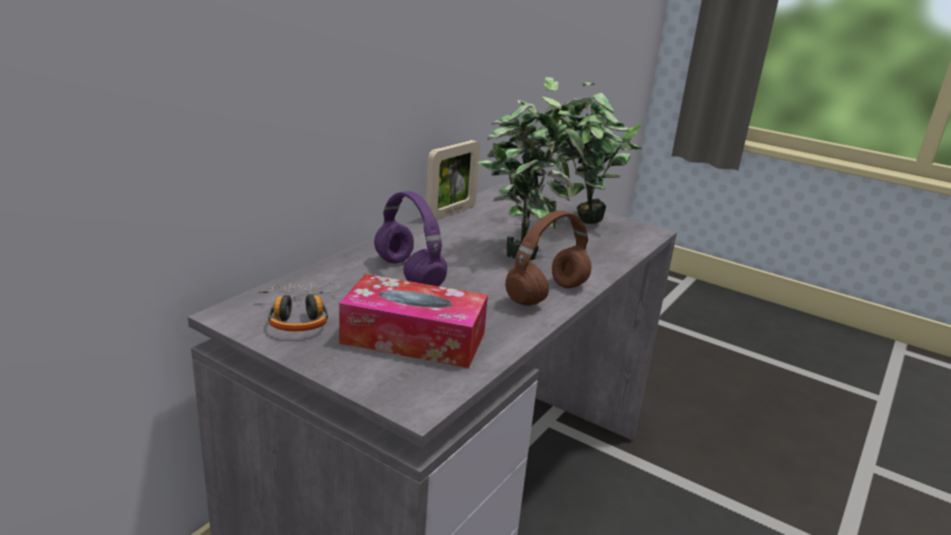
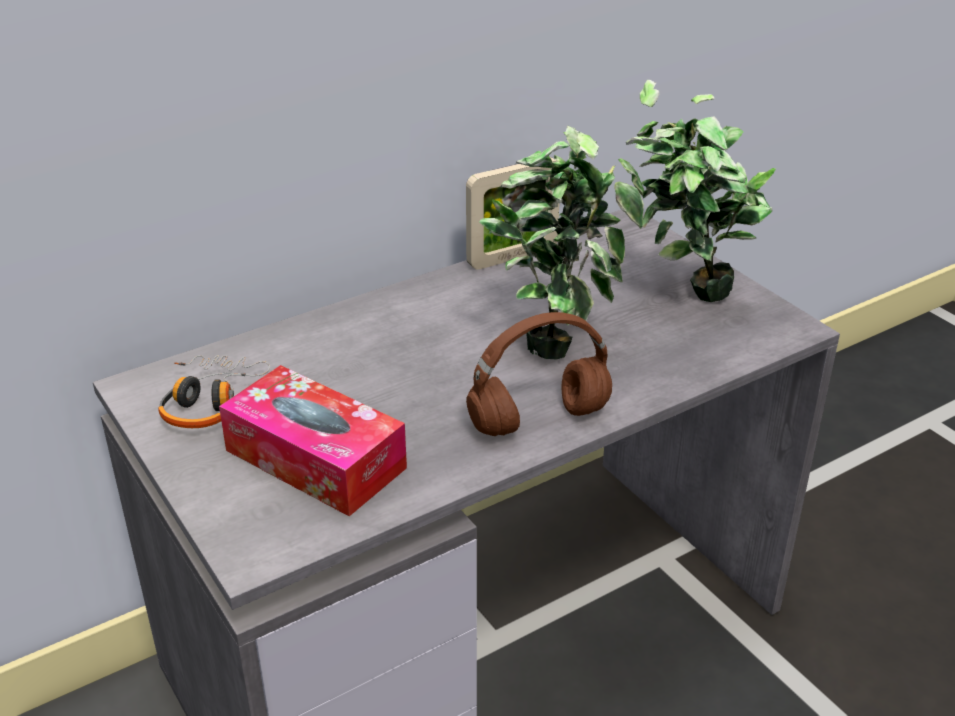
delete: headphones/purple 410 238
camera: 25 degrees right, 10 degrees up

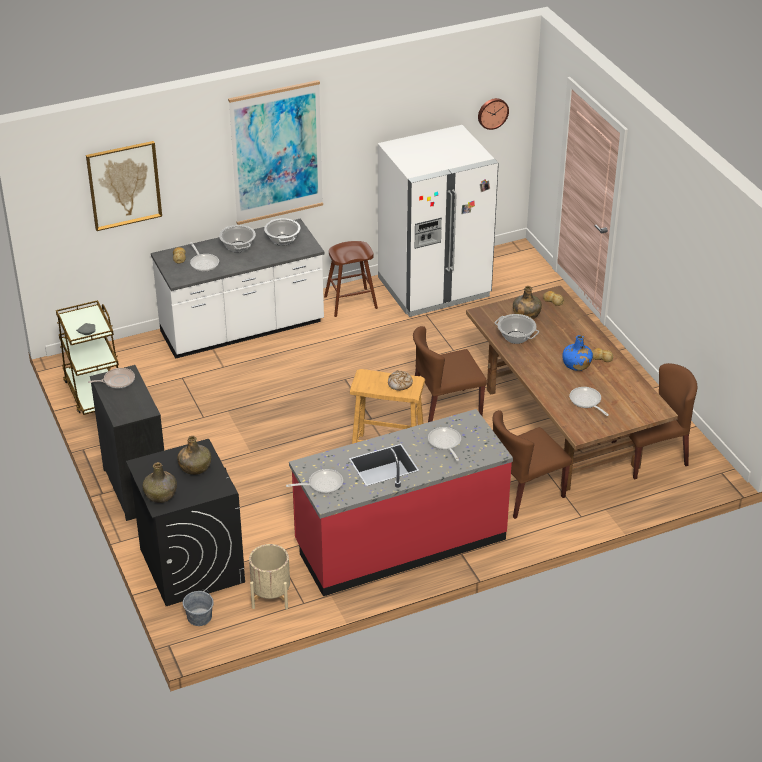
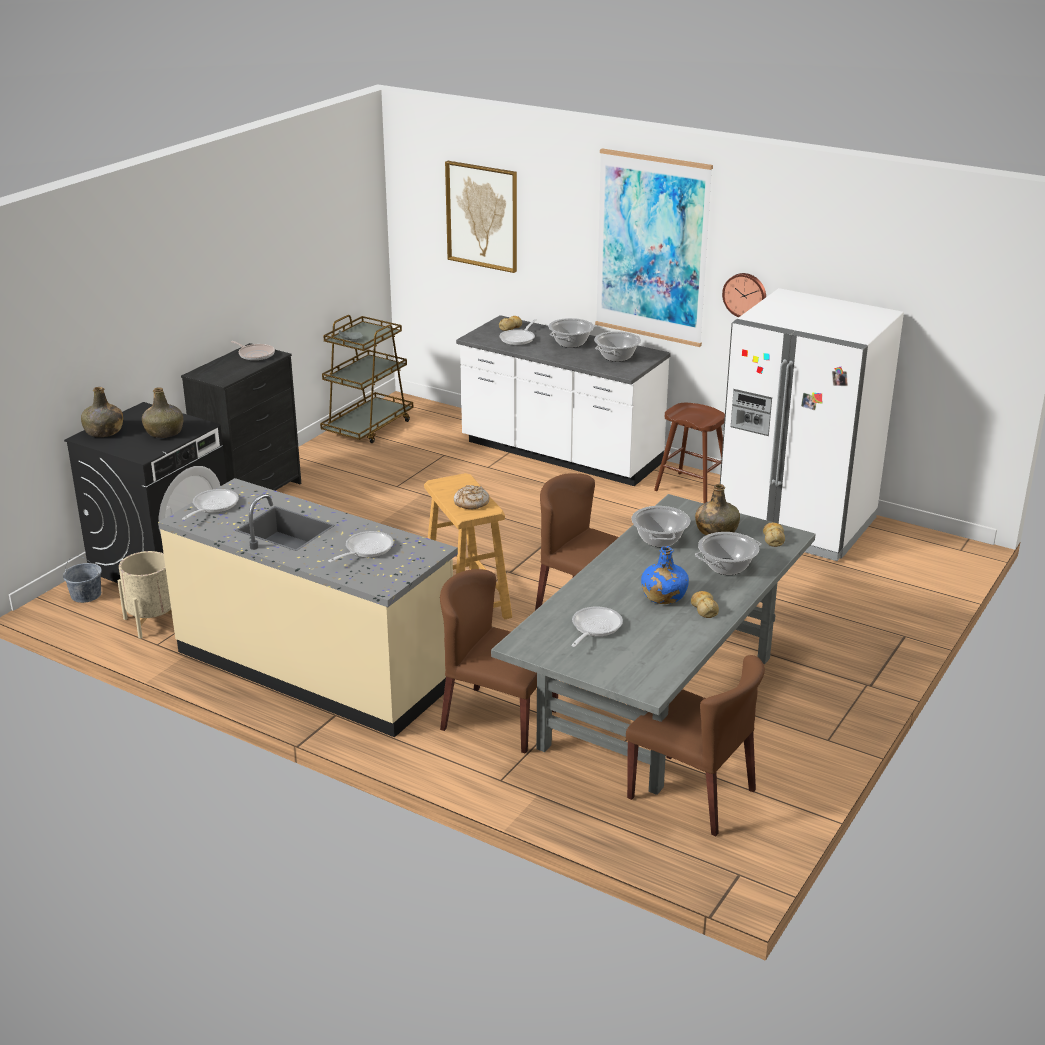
insert: cooking pot 728 553
move: wall clock 493 114 to 744 295
recolor: counter/red 401 502 to counter/beige 308 607; dining table/brown 572 388 to dining table/grey 653 644
rotate: frying pan 314 481 = 210 504 105 degrees counterclockwise
camera: 55 degrees right, 10 degrees down

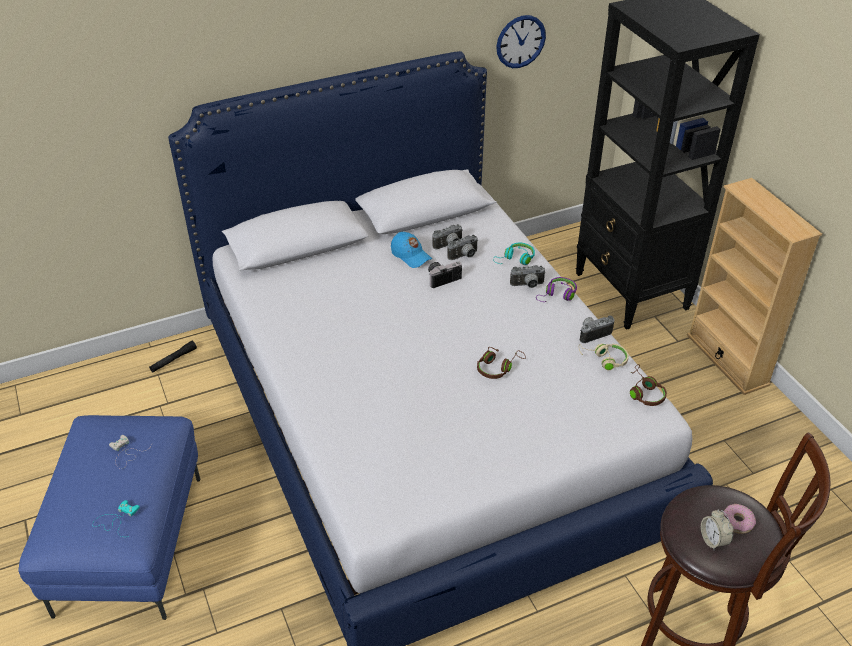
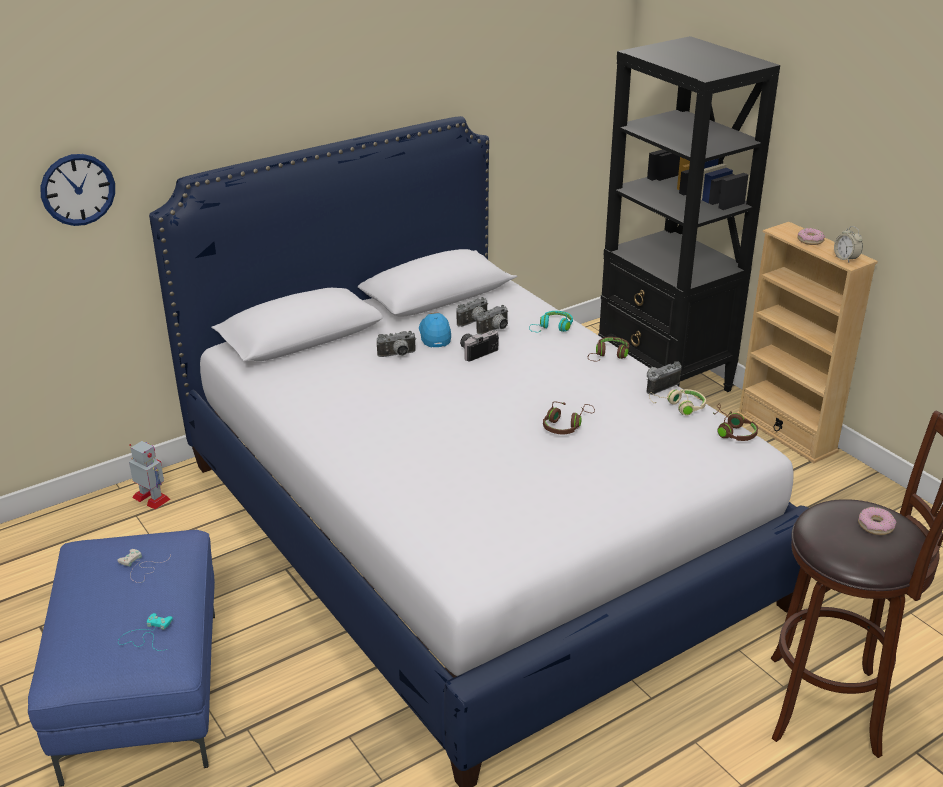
insert: donut 811 236
move: wall clock 521 41 to 77 190; photo camera 528 276 to 396 344; alarm clock 717 530 to 848 244
replace: flashlight/black 173 356 to toy robot 150 475
recolor: headphones/purple 556 289 to headphones/brown 608 349
rotate: cap/blue 411 250 = 435 330 135 degrees counterclockwise
camera: 10 degrees left, 10 degrees down

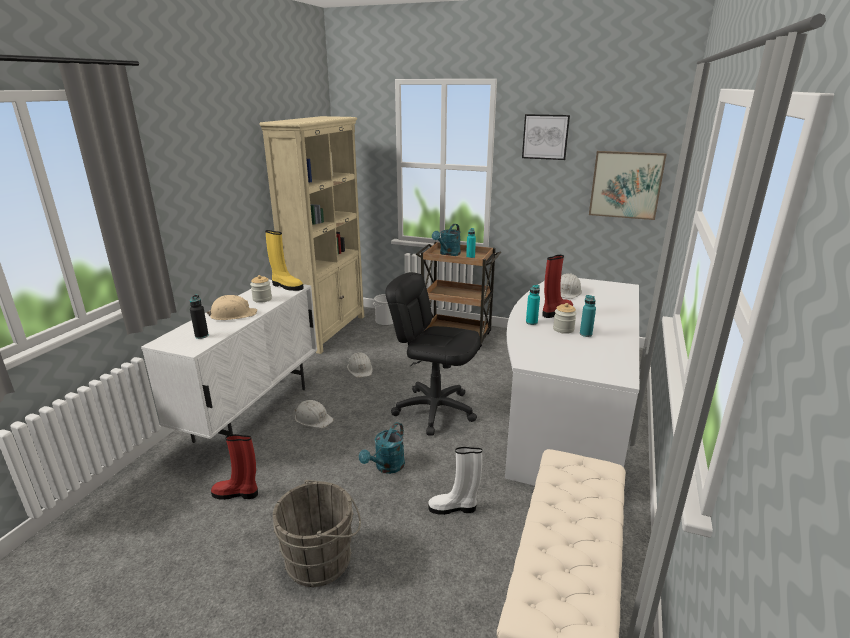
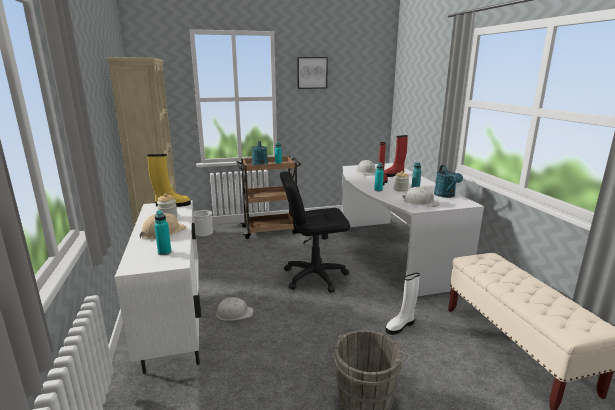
delete: picture 628 185
move: boot/red 234 467 to 396 156; hard hat/white 360 365 to 421 197; watering can/turquoise 382 448 to 448 181
recolor: bottle/black 199 317 to bottle/turquoise 163 233
camera: 35 degrees left, 5 degrees down

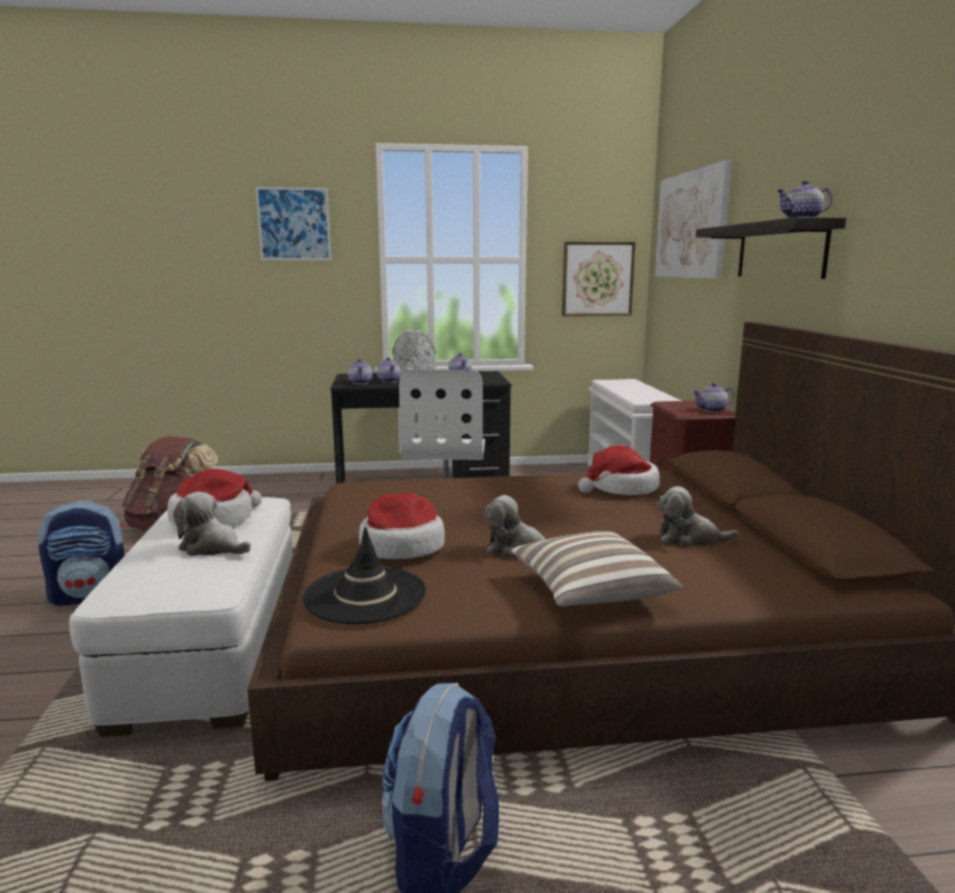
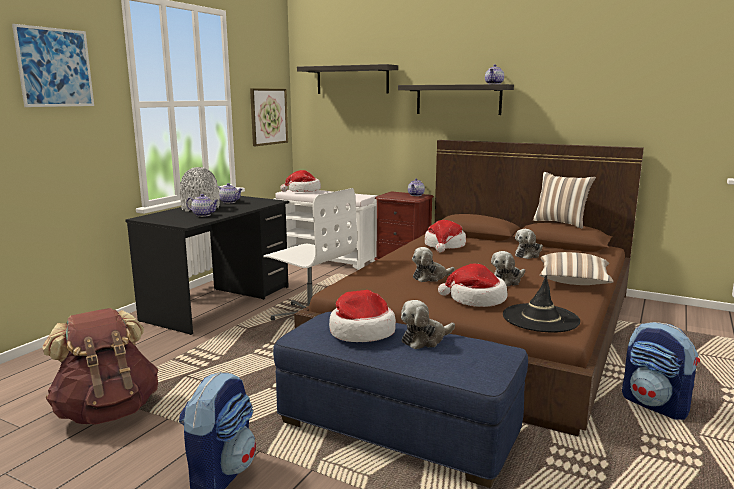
delete: teapot 360 371
insert: hat 300 181; plush toy 433 264; pillow 564 200
replace: picture 693 219 to shelf 347 79
recolor: ottoman/white 181 617 to ottoman/blue 400 400
camera: 55 degrees left, 0 degrees up

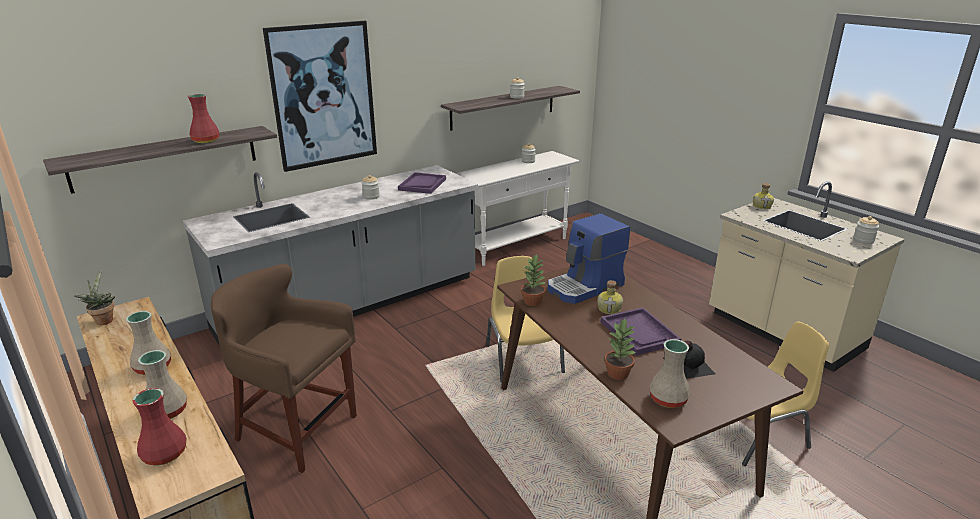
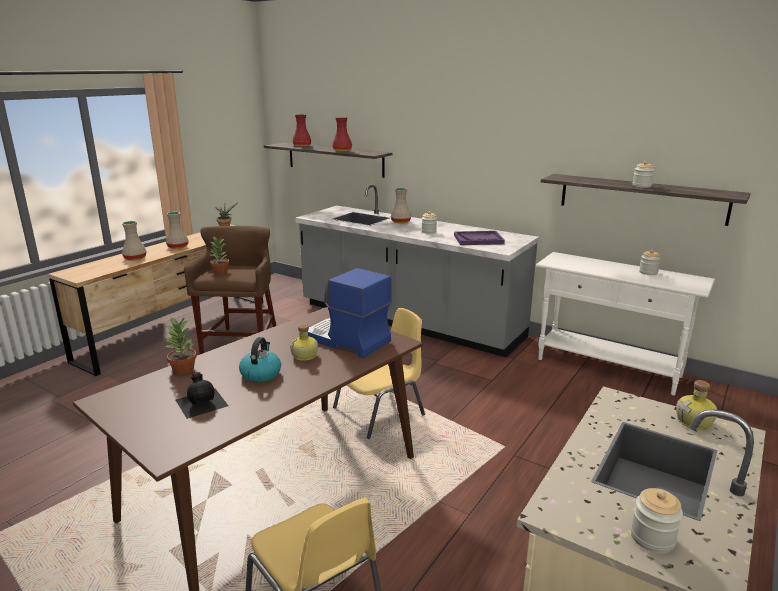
delete: picture 320 96
move: potted plant 533 279 to 219 255; vase/red 159 427 to 302 130; vase/beige 669 373 to 401 206
replace: tray/purple 641 331 to kettle 260 359
camera: 70 degrees right, 5 degrees down

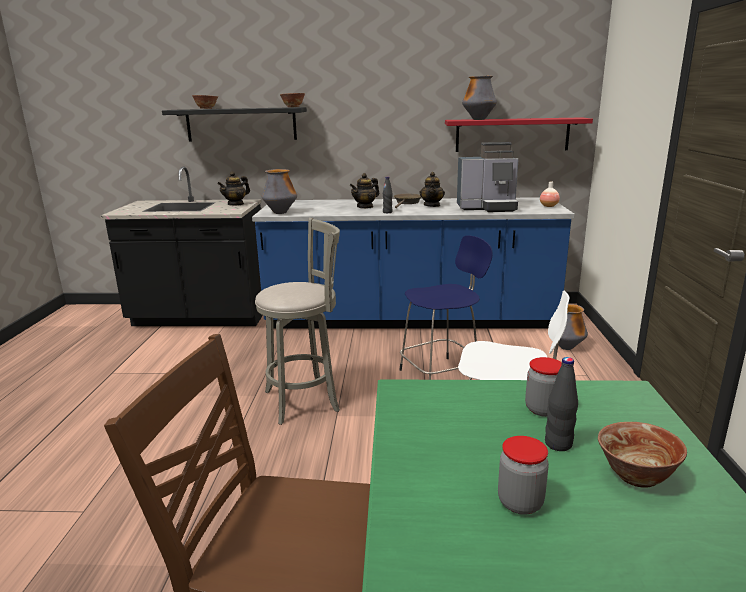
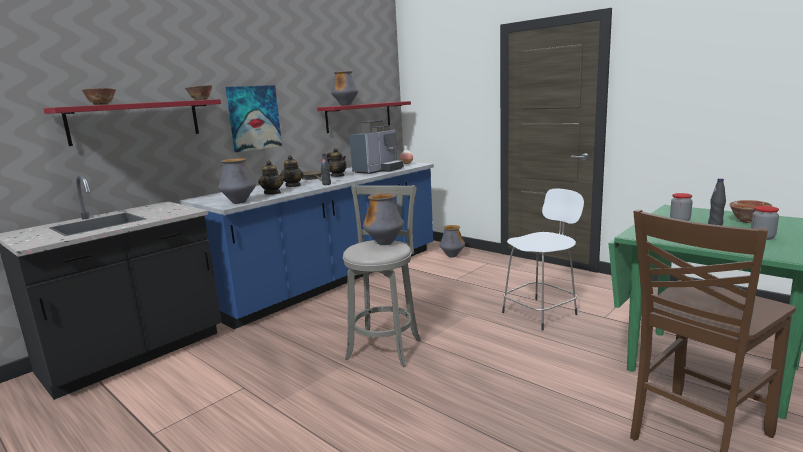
delete: stool/blue 446 307
insert: picture 254 118; vase 383 219
move: teapot 233 189 to 271 177
recolor: shelf/black 234 124 to shelf/red 132 122
camera: 50 degrees left, 5 degrees down

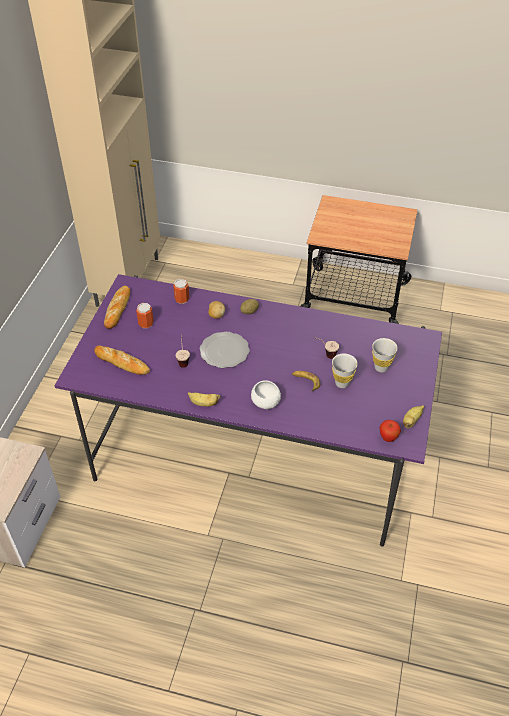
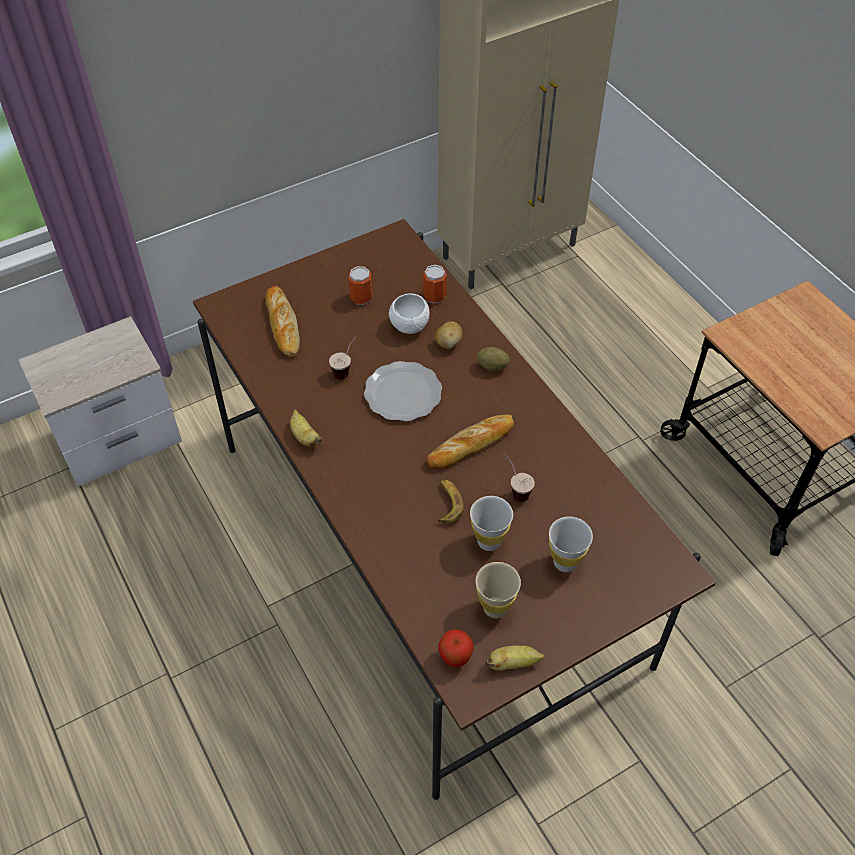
insert: cup/beige 498 590
move: bowl/white 266 394 to 409 313; bread 117 307 to 470 442
recolor: dining table/purple 248 410 to dining table/brown 454 509
camera: 45 degrees right, 5 degrees up

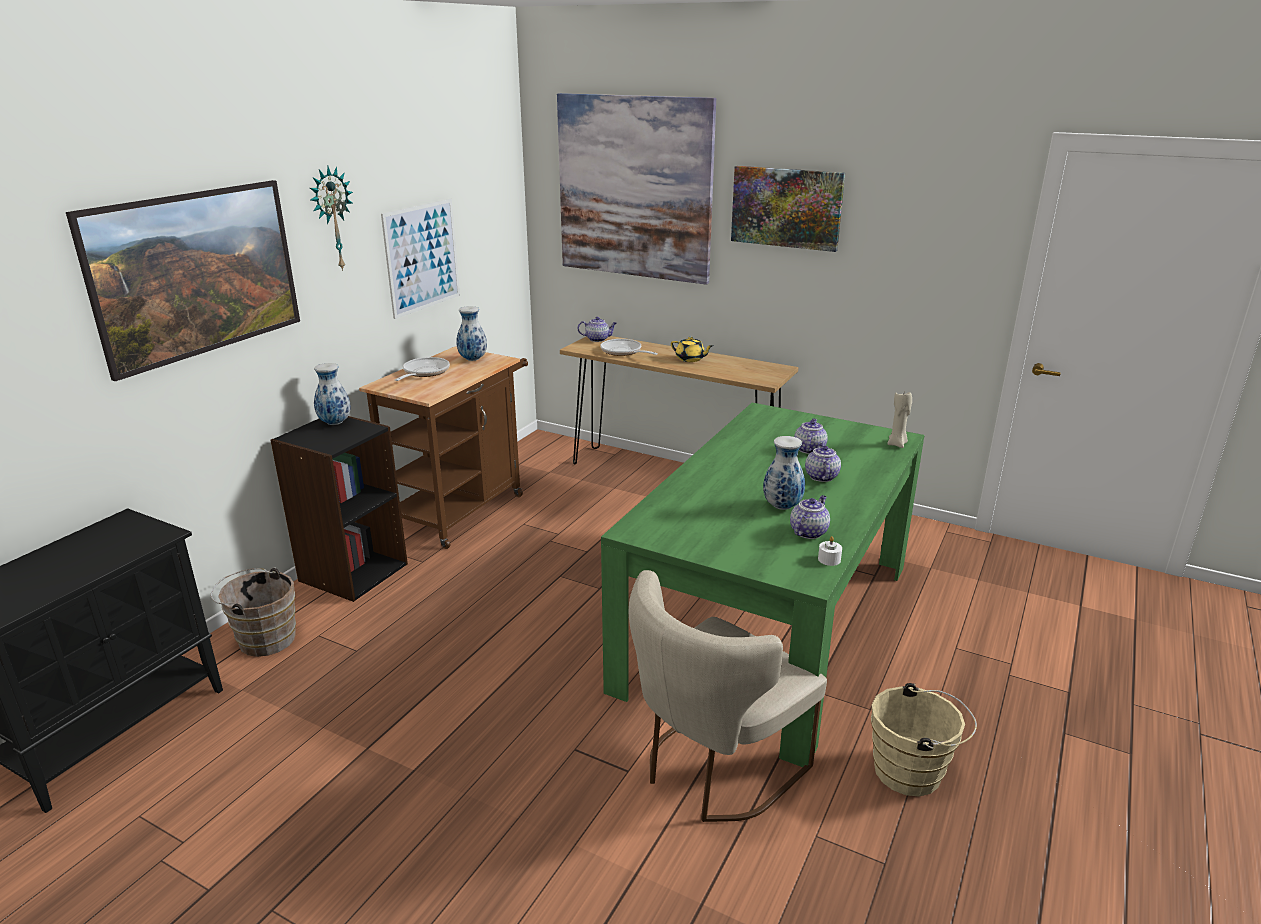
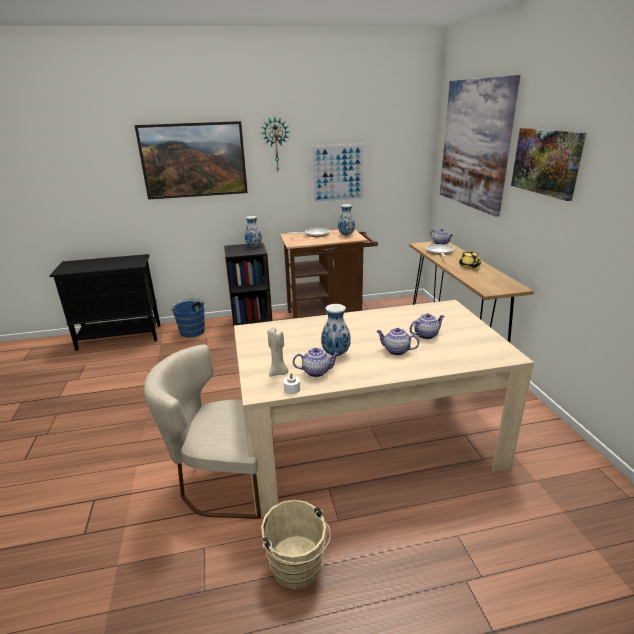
move: candle/beige 899 419 to 278 352
recolor: bucket/brown 253 612 to bucket/blue 188 318; dining table/green 762 585 to dining table/beige 384 408
rotate: teapot 823 462 = 398 341 120 degrees counterclockwise
camera: 50 degrees right, 0 degrees up

